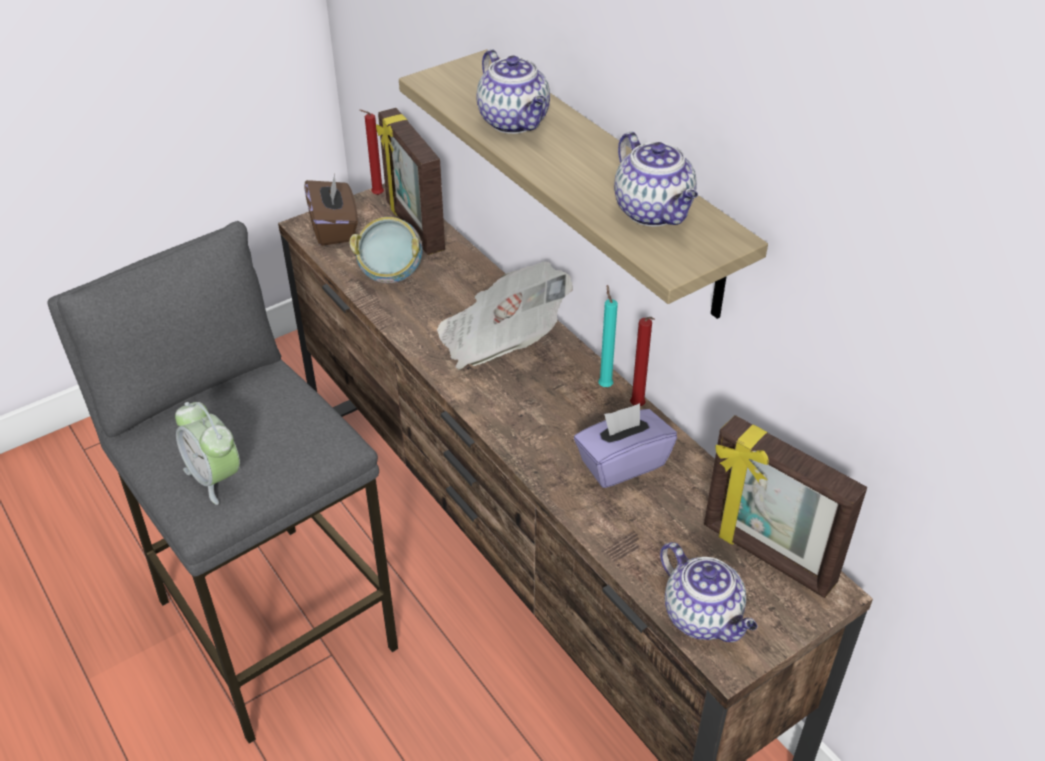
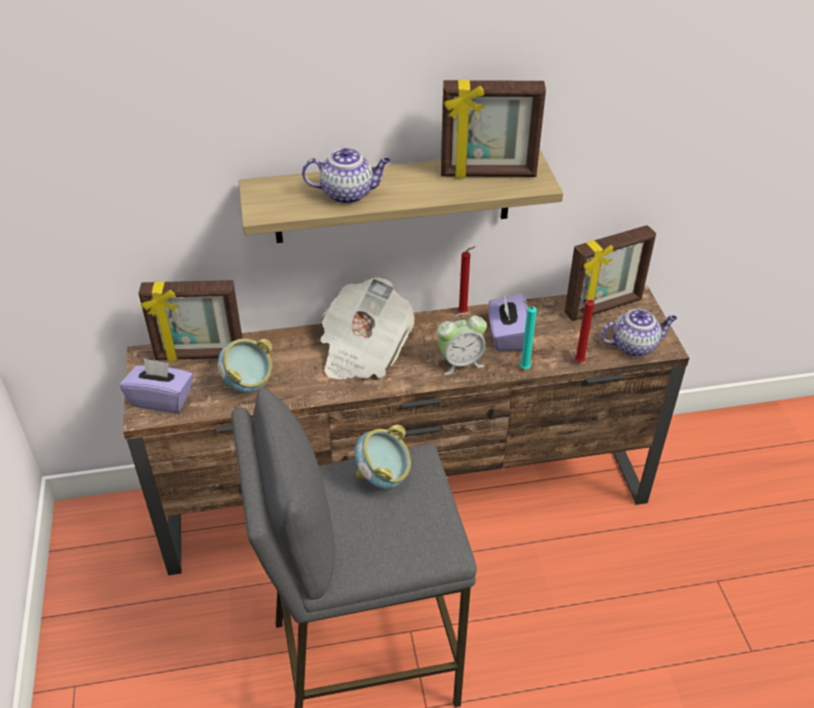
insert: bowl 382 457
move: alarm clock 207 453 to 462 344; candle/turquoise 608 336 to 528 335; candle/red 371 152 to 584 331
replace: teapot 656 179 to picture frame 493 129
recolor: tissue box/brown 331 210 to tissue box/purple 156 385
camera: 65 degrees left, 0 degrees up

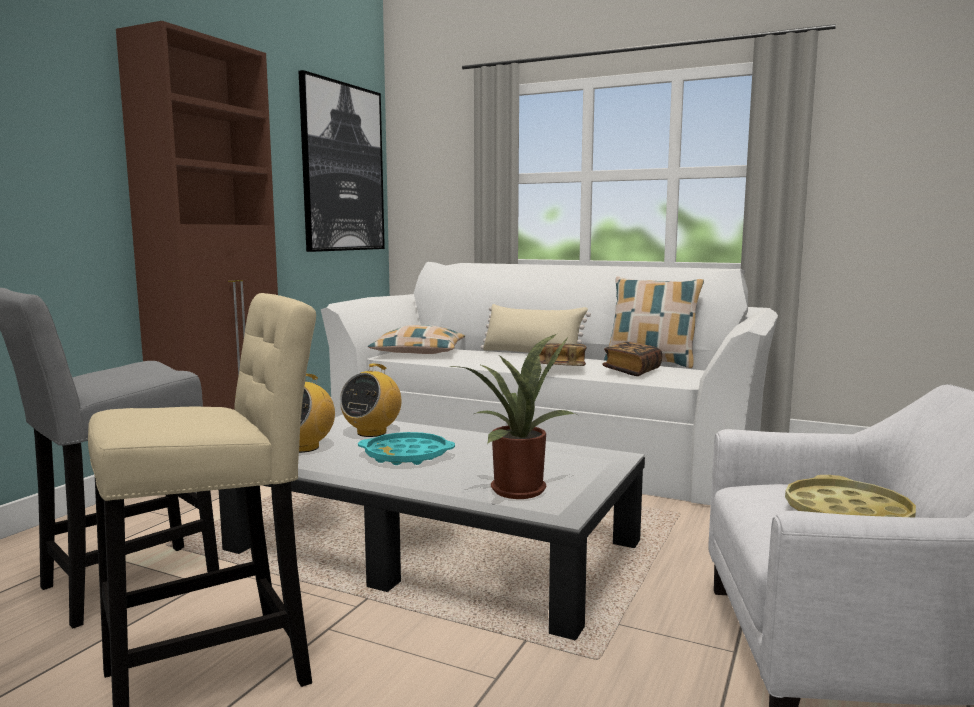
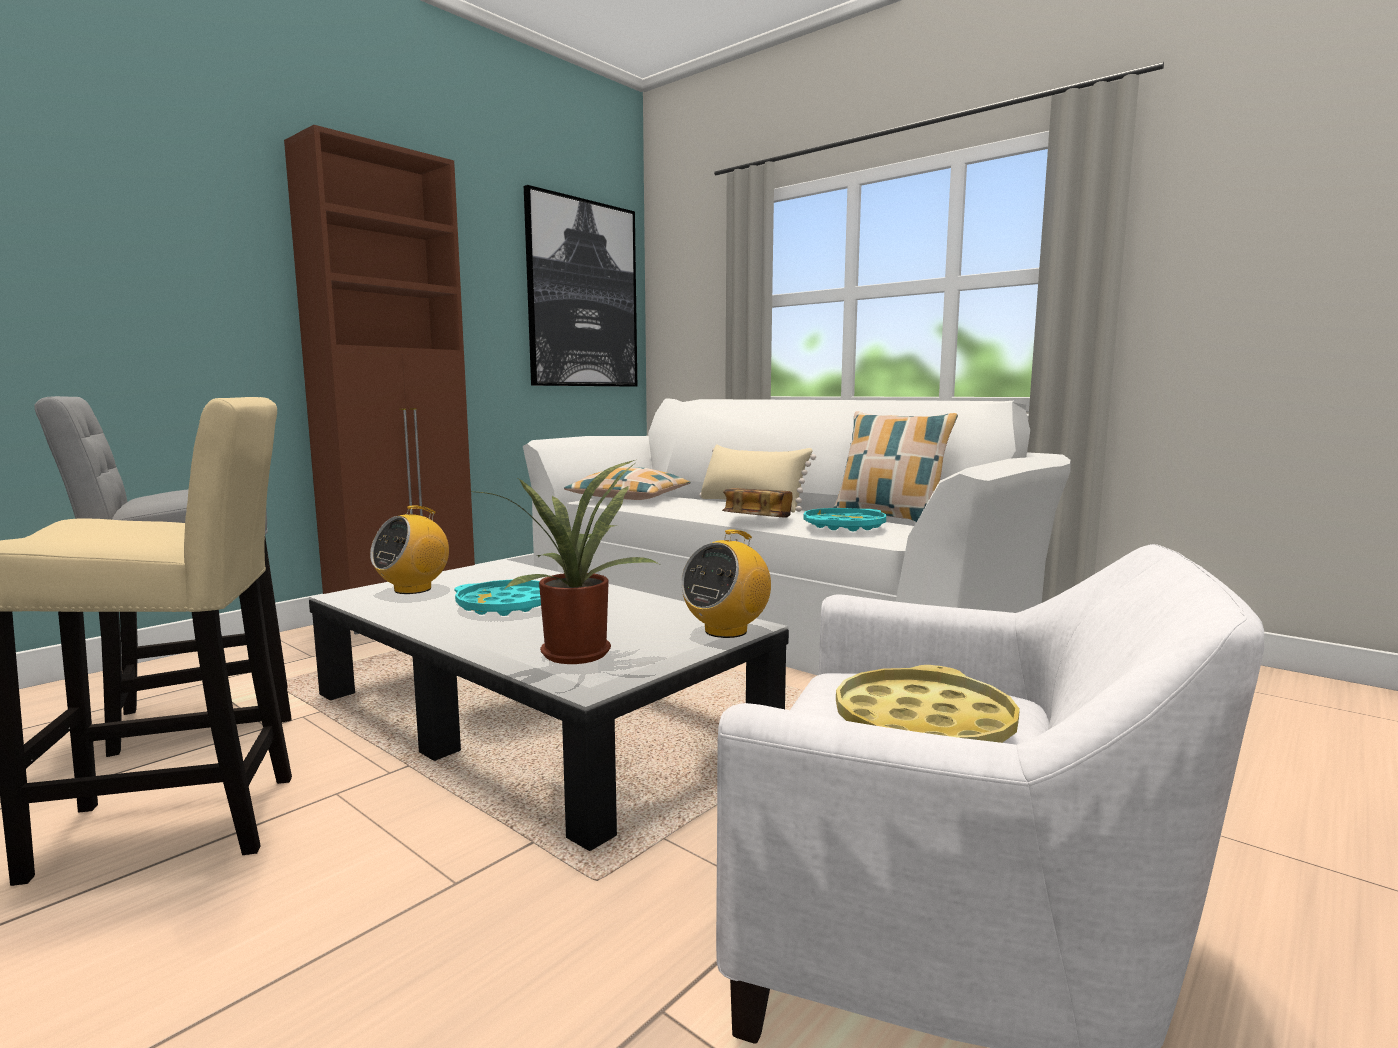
move: radio 371 400 to 726 583
replace: book 632 359 to tray/turquoise 845 519
camera: 15 degrees right, 0 degrees up

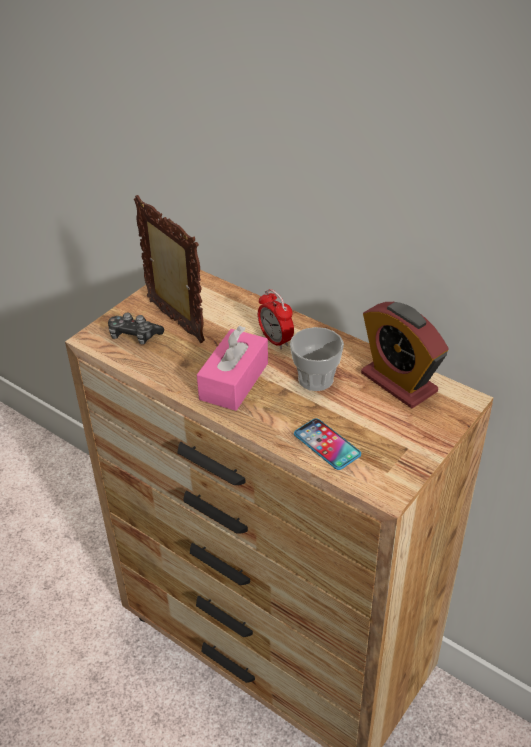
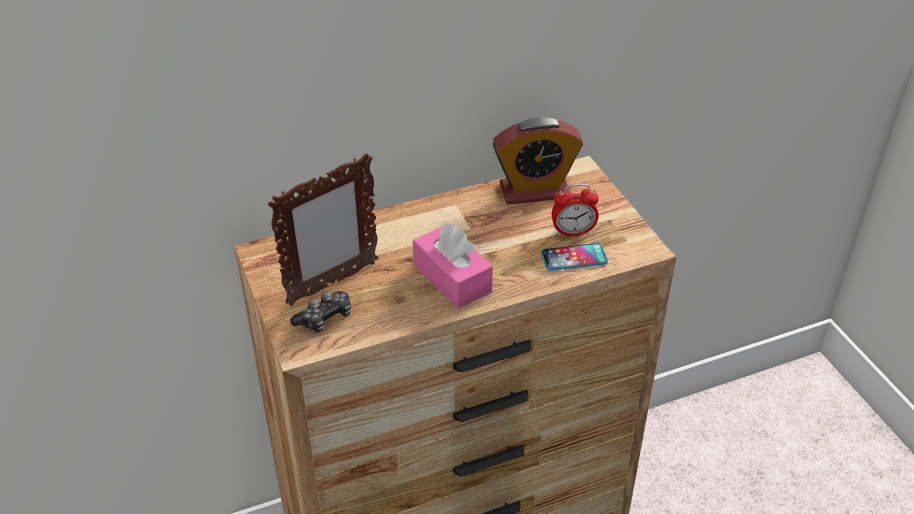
delete: cup 317 359
move: alarm clock 276 319 to 575 210
rotate: picture frame 169 269 = 323 229 150 degrees clockwise
camera: 60 degrees left, 0 degrees up

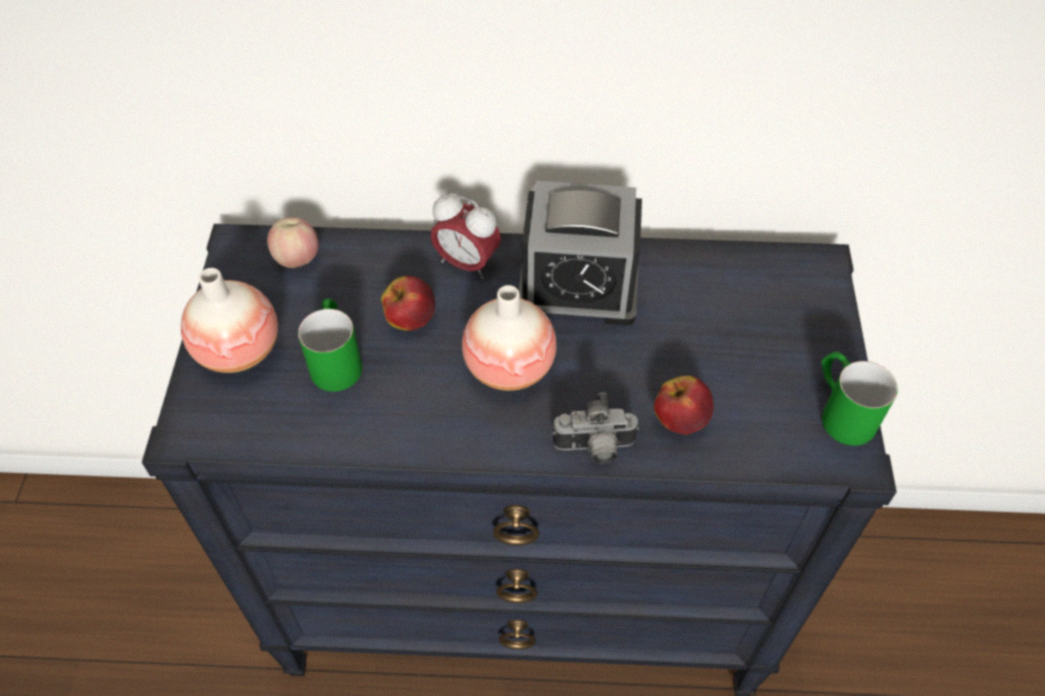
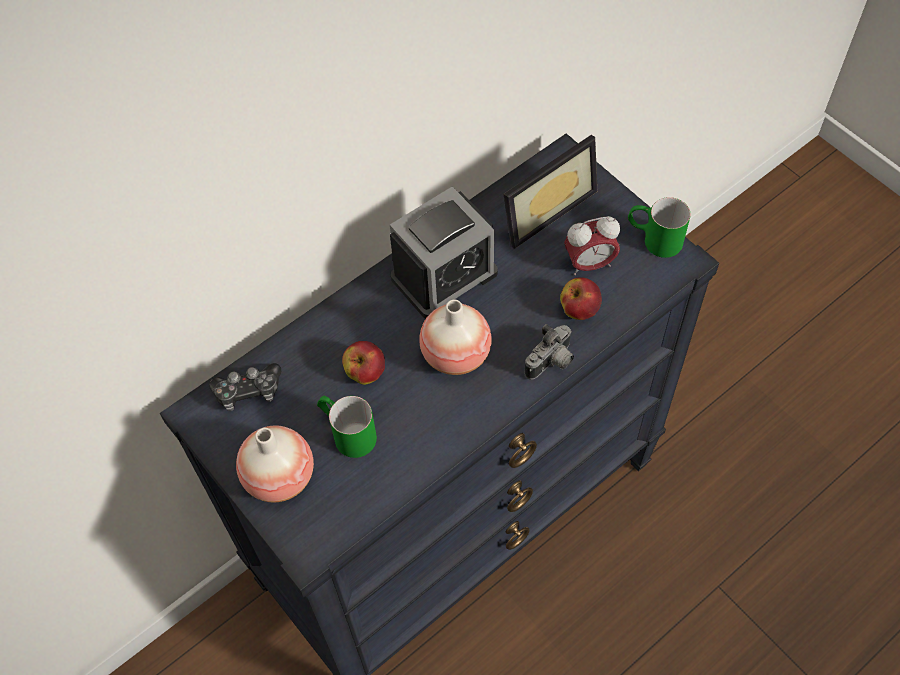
insert: picture frame 551 192
move: alarm clock 465 236 to 592 245
replace: apple 292 242 to game controller 245 387
camera: 40 degrees left, 5 degrees up

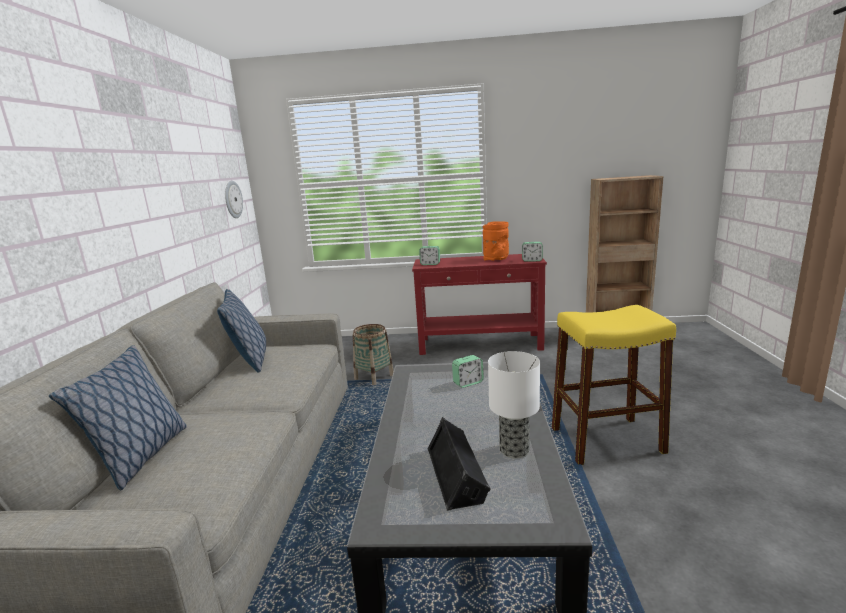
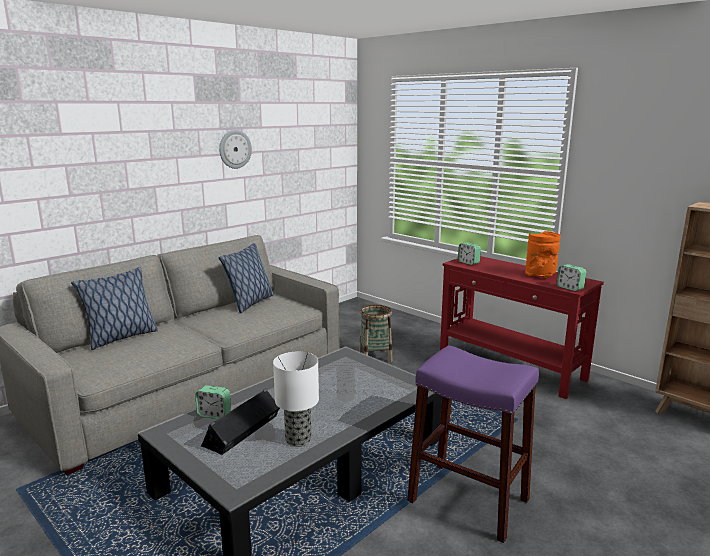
move: alarm clock 468 371 to 213 402; wall clock 234 199 to 235 149
recolor: stool/yellow 614 385 to stool/purple 473 444
camera: 40 degrees right, 0 degrees up

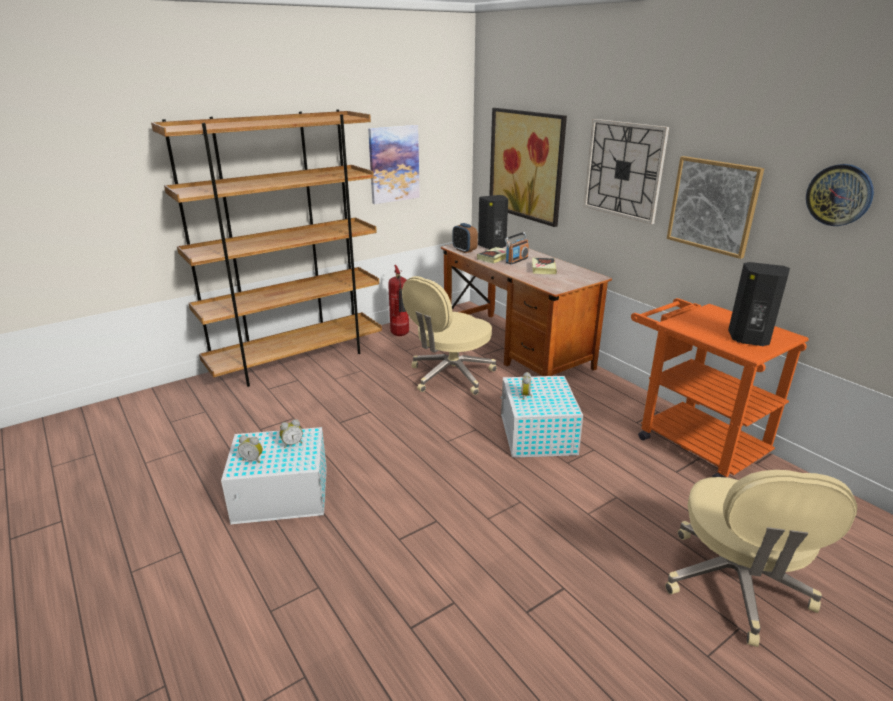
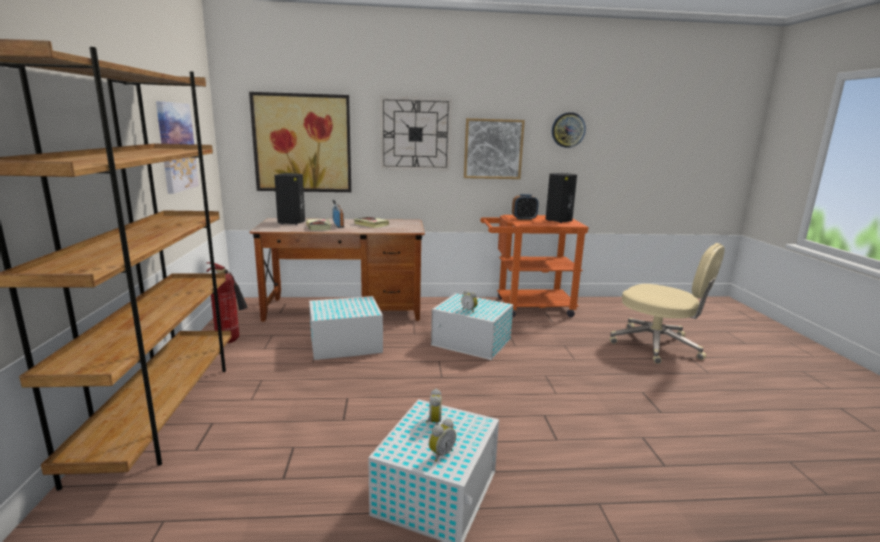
move: alarm clock 465 238 to 525 207
replace: office chair/beige 449 335 to storage box/white 346 328
camera: 60 degrees left, 10 degrees down

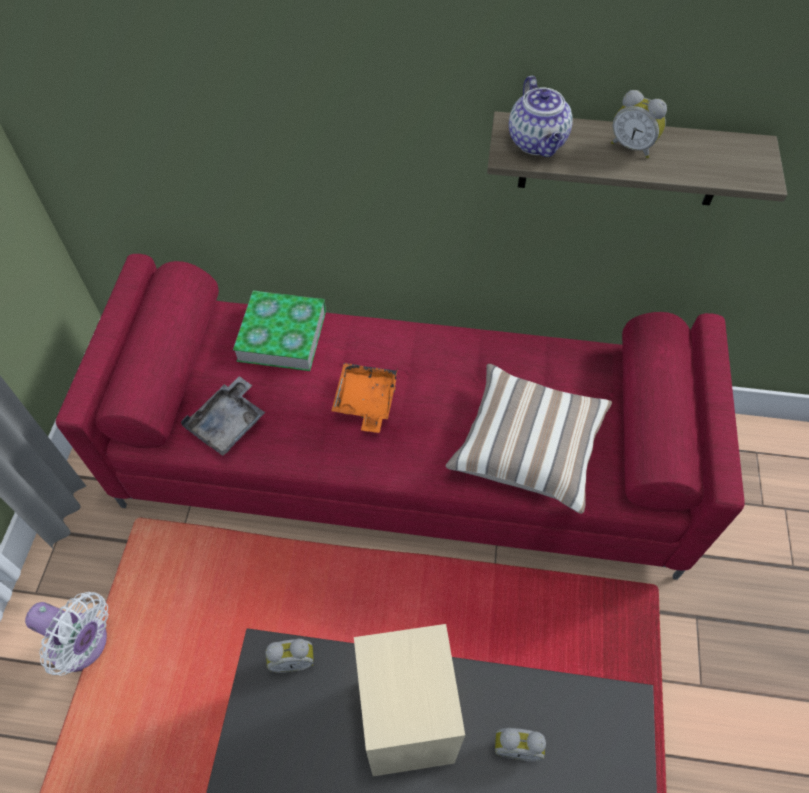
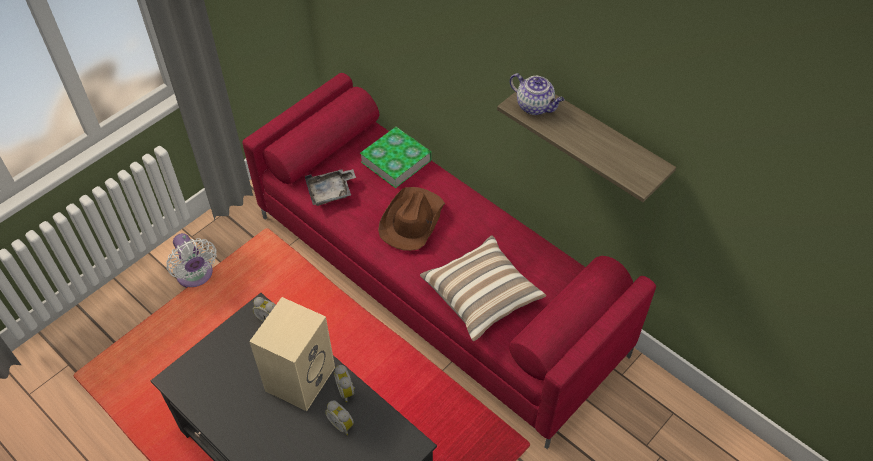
move: alarm clock 639 124 to 344 383
replace: tray/orange 364 398 to hat/brown 411 219
rotate: teapot 541 116 = 537 94 75 degrees counterclockwise
camera: 35 degrees right, 5 degrees down

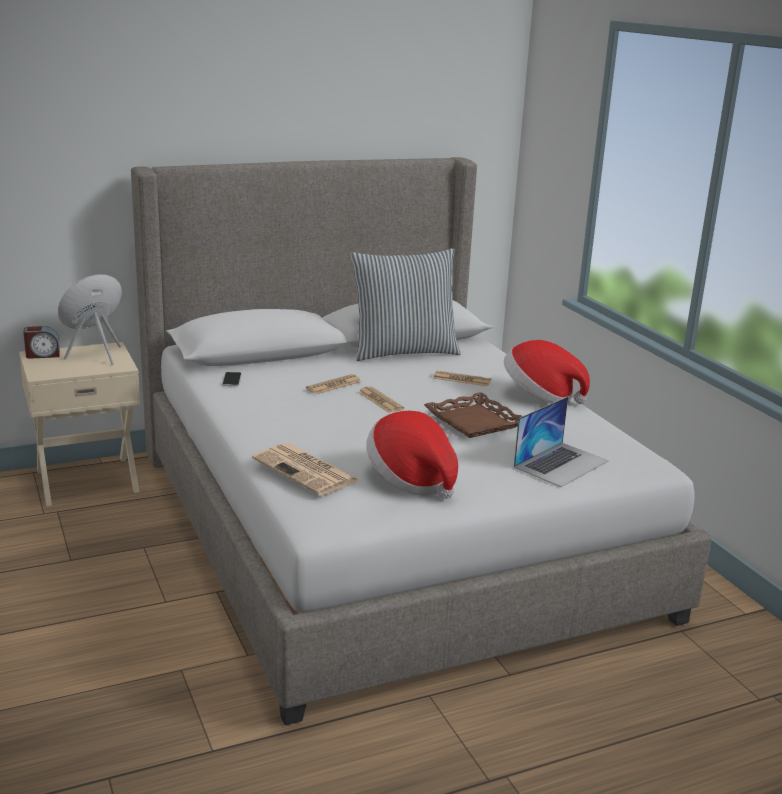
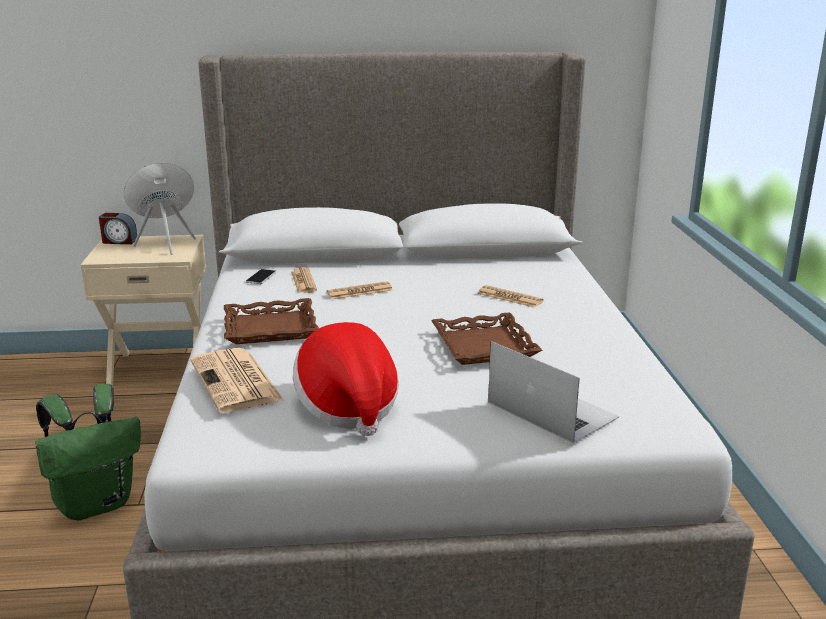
delete: pillow 405 304; hat 547 372
insert: backpack/green 88 452; tray/brown 271 321
move: newspaper 381 399 to 304 280
rotate: laptop 561 441 = 553 392 105 degrees counterclockwise
camera: 20 degrees right, 0 degrees up

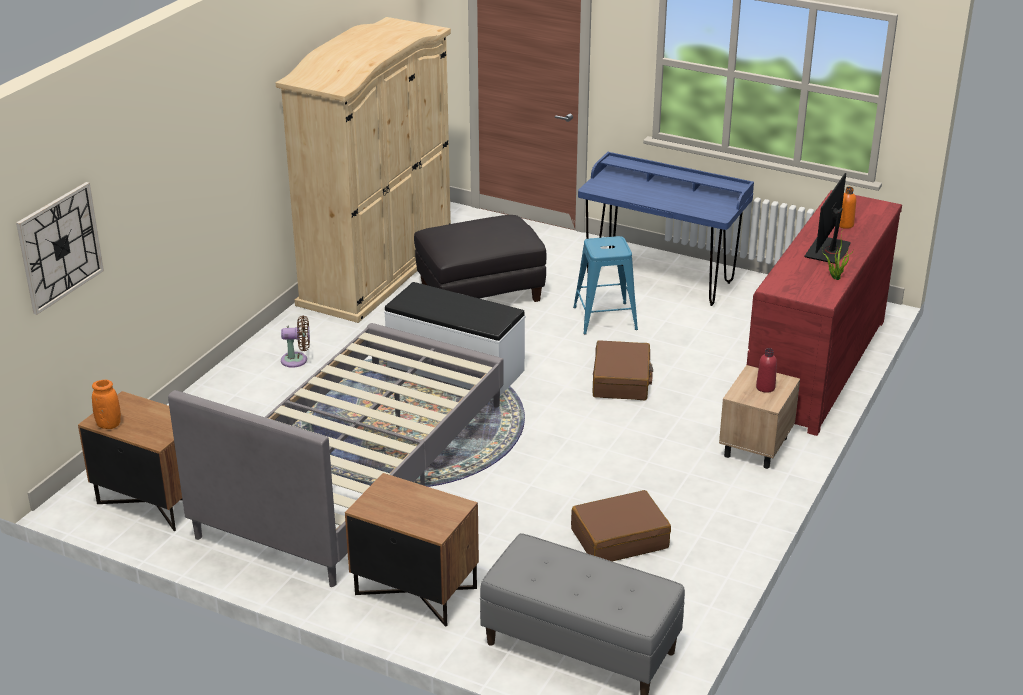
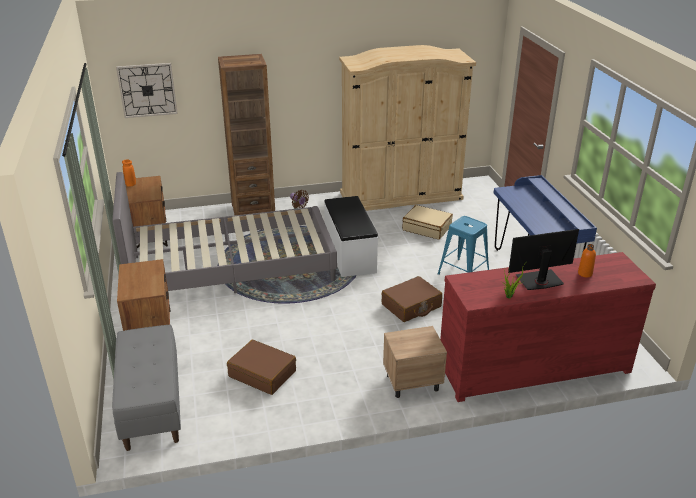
delete: bottle/red 766 370
insert: bookcase/brown 246 134
replace: ottoman/black 480 258 to suitcase/beige 427 222
camera: 50 degrees right, 0 degrees up

